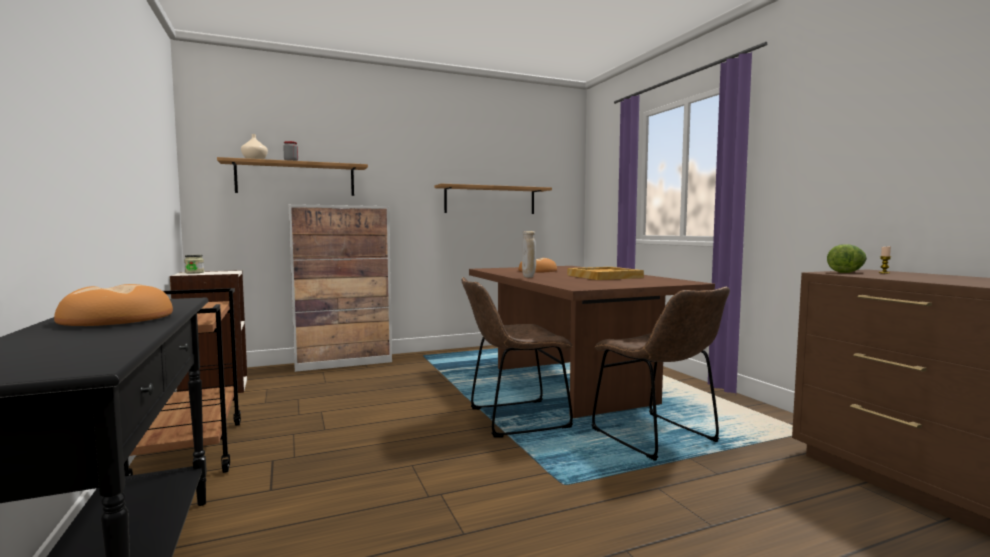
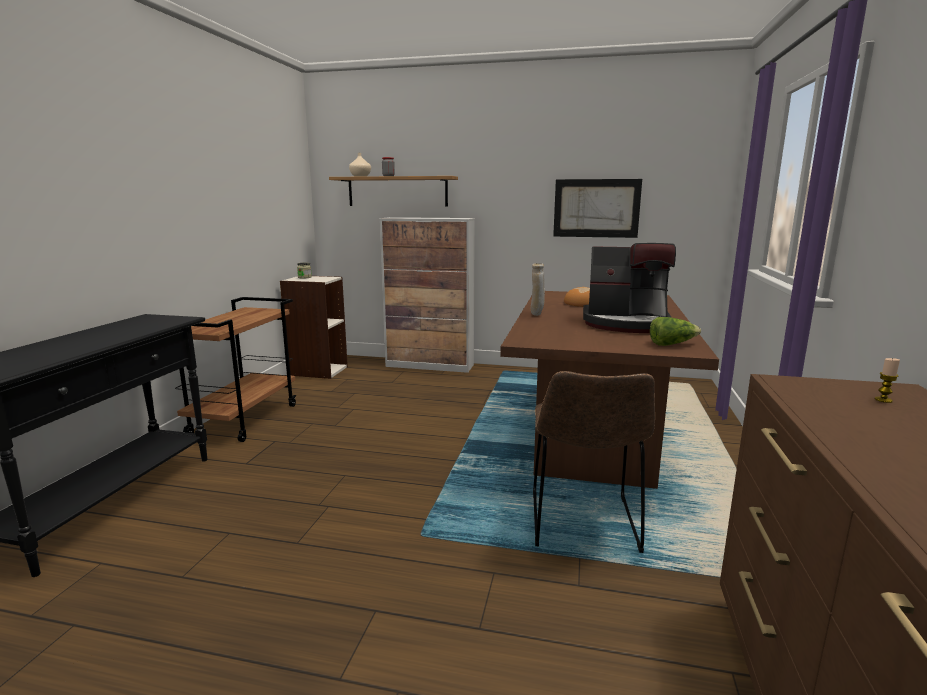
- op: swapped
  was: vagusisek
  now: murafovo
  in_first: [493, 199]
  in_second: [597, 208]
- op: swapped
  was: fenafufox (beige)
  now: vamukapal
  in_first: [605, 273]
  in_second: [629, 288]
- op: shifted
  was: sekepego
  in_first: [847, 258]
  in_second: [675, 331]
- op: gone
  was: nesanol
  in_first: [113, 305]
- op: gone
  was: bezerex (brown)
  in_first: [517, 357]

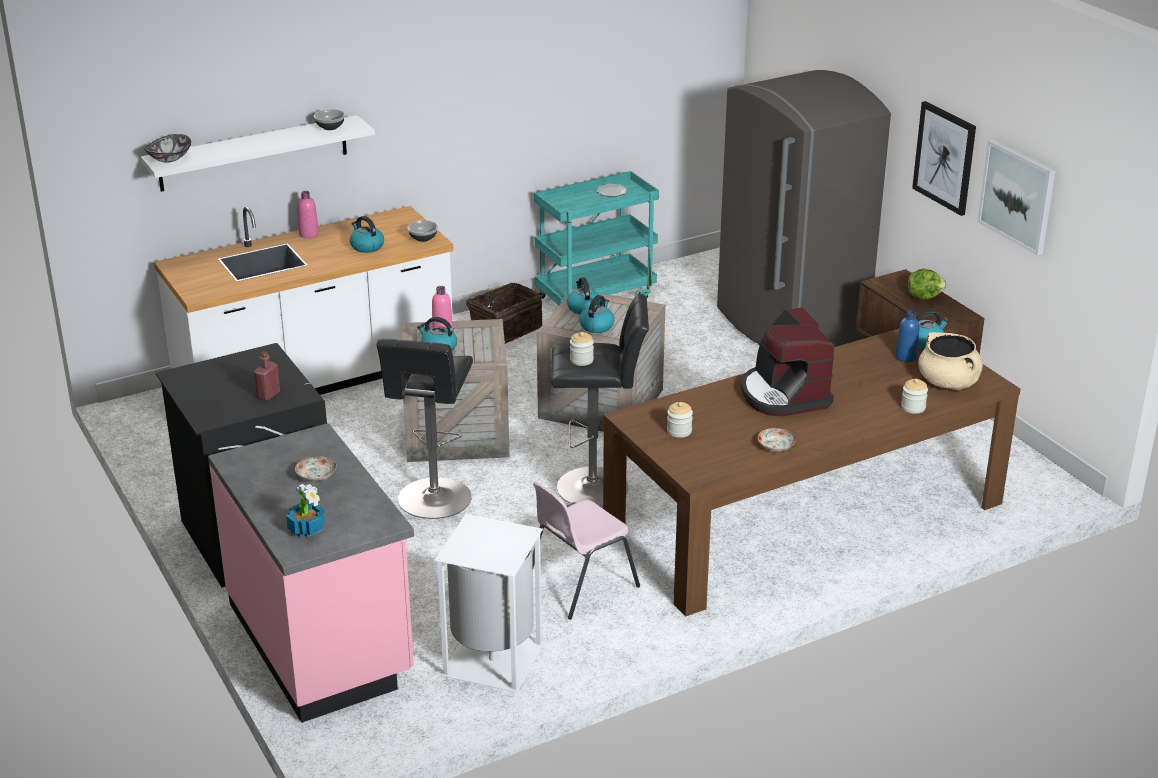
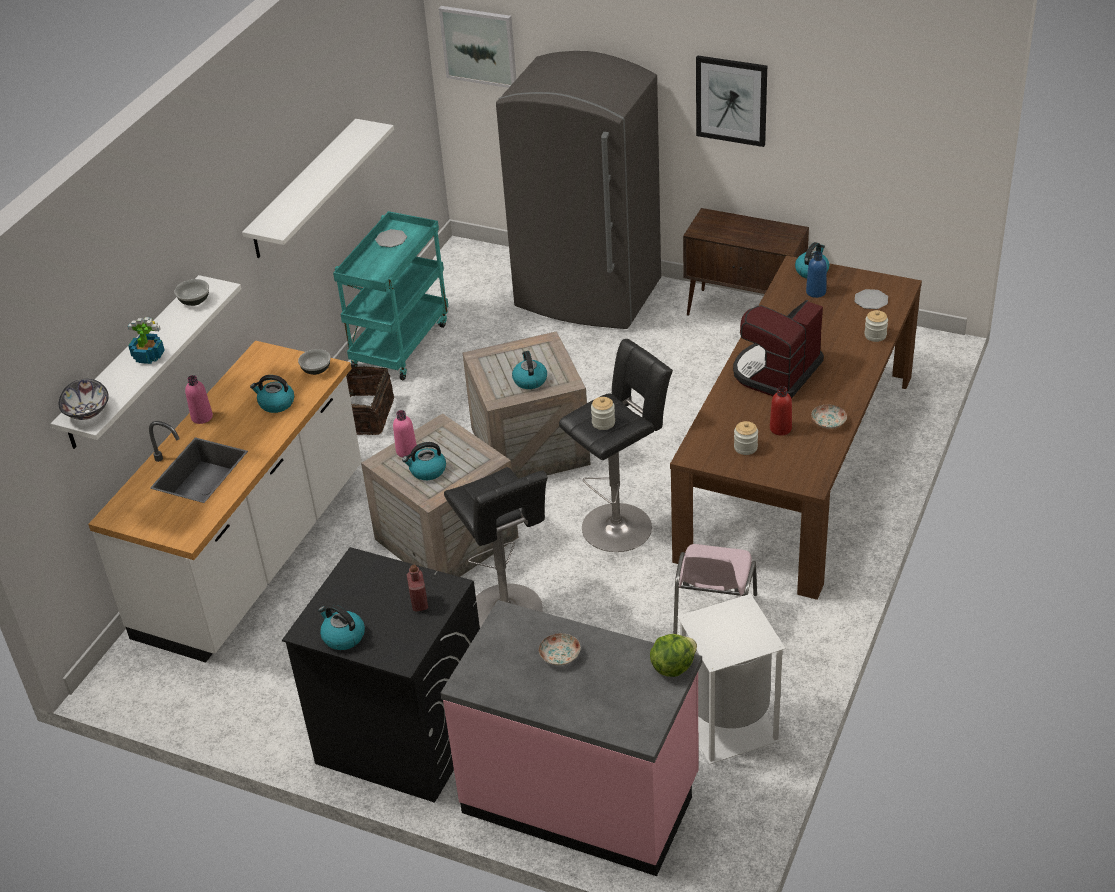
- op: shifted
  was: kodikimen
  in_first: [305, 510]
  in_second: [146, 340]
- op: new
  now: vagusisek (white)
  in_second: [318, 188]
- op: shifted
  was: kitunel
  in_first: [583, 295]
  in_second: [341, 627]
- op: shifted
  was: murafovo
  in_first: [1016, 197]
  in_second: [477, 47]
- op: shifted
  was: sekepego
  in_first: [927, 284]
  in_second: [673, 655]
- op: rotated
  was: vamukapal
  in_first: [787, 362]
  in_second: [778, 349]
  clockwise: 90
- op: new
  now: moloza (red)
  in_second: [781, 411]
- op: swapped
  was: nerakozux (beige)
  now: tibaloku
  in_first: [950, 361]
  in_second: [871, 299]

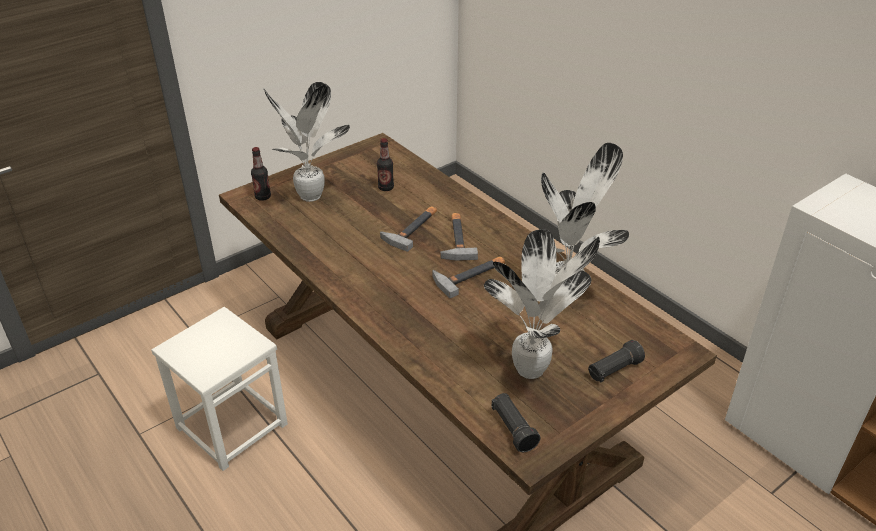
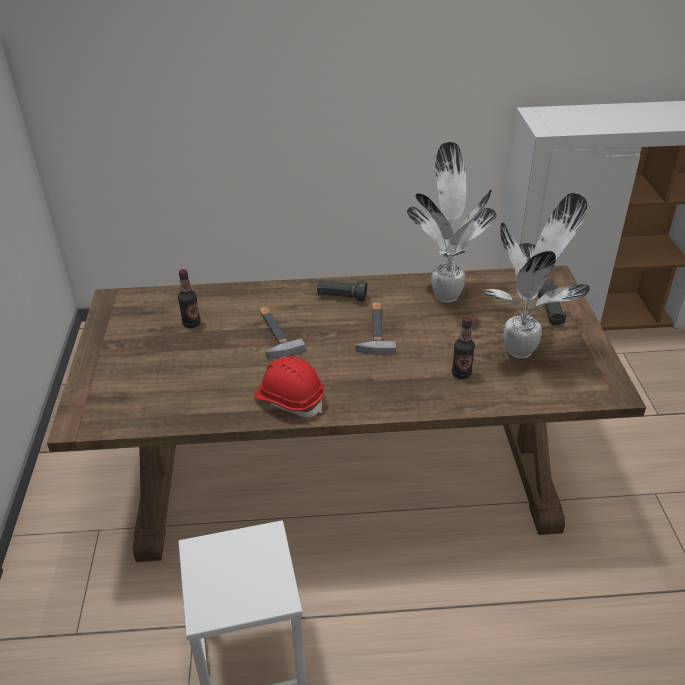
- op: new
  now: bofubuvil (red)
  in_second: [289, 386]
- op: shifted
  was: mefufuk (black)
  in_first: [515, 422]
  in_second: [342, 291]
- op: shifted
  was: moloza
  in_first: [261, 174]
  in_second: [463, 348]
- op: gone
  was: kodikimen
  in_first: [307, 142]
- op: gone
  was: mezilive
  in_first: [459, 237]

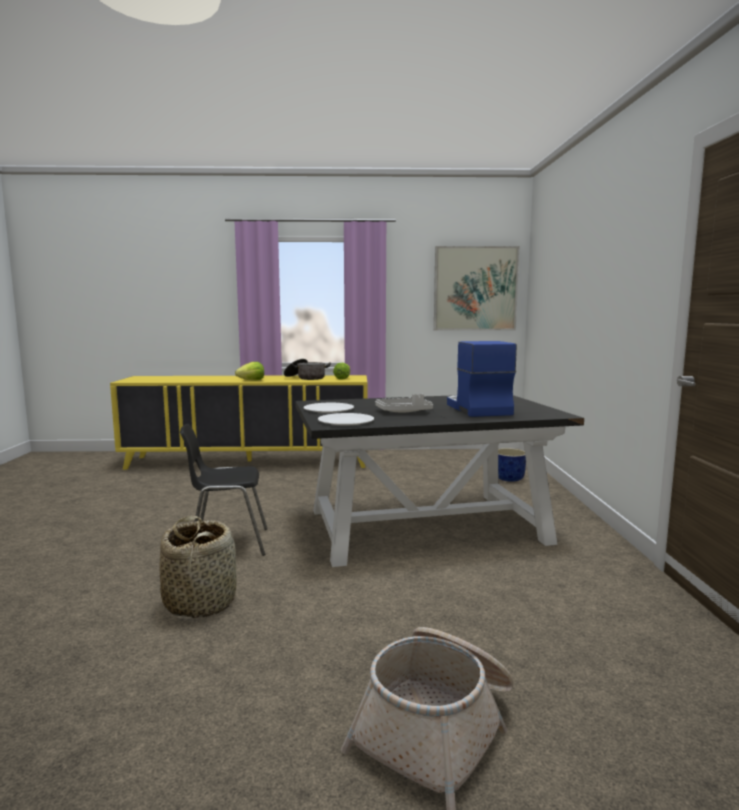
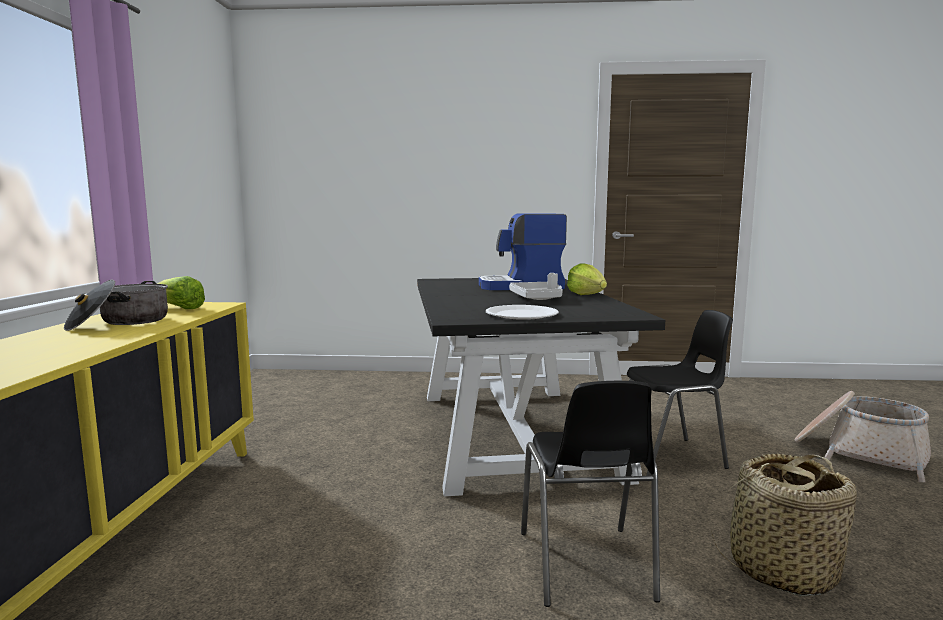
- op: shifted
  was: sekepego
  in_first: [249, 371]
  in_second: [587, 279]
- op: new
  now: bezerex (black)
  in_second: [680, 393]
- op: gone
  was: tibaloku (white)
  in_first: [346, 419]
- op: gone
  was: murafovo
  in_first: [477, 288]
- op: gone
  was: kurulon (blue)
  in_first: [512, 465]

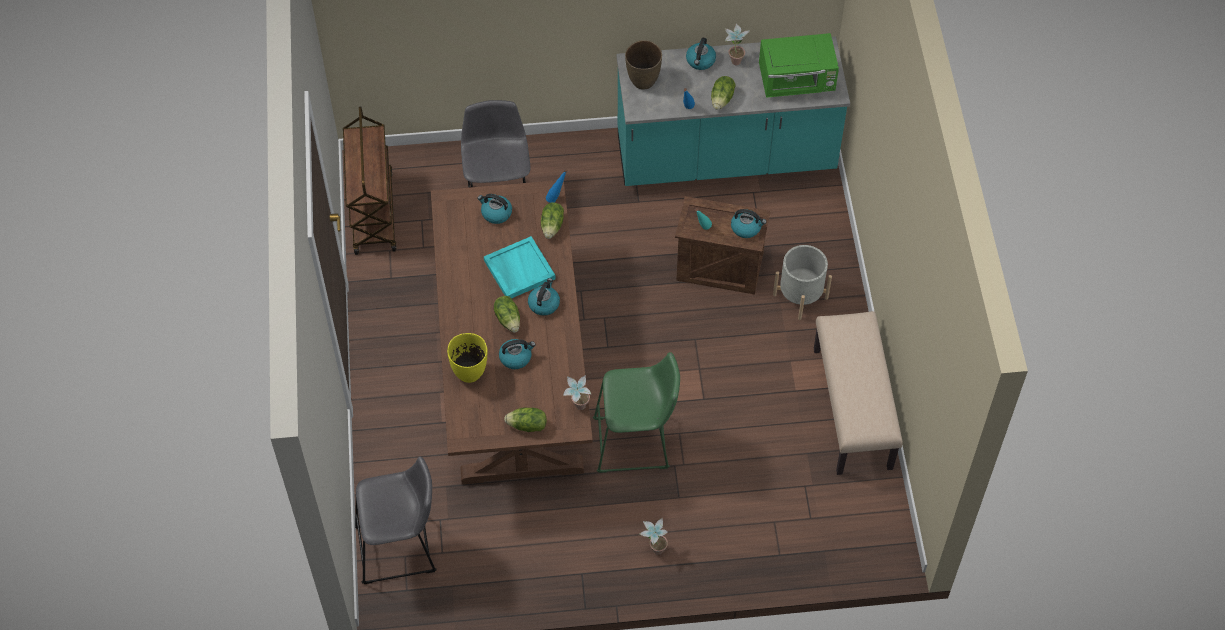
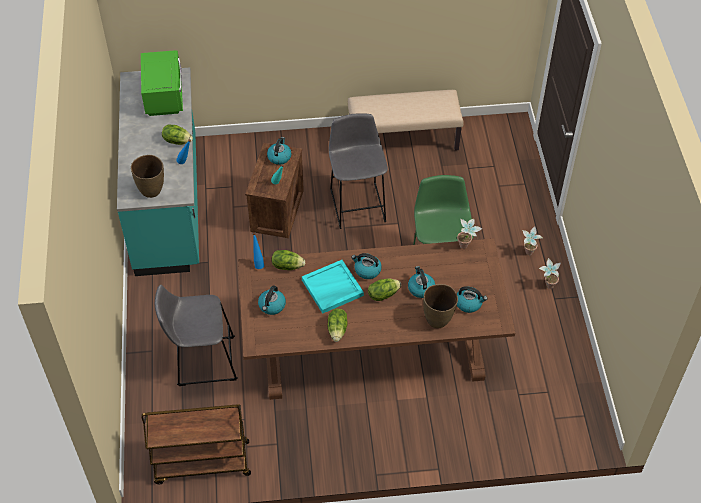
- op: shifted
  was: sekepego
  in_first: [525, 420]
  in_second: [338, 325]
- op: shifted
  was: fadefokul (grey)
  in_first: [395, 520]
  in_second: [358, 171]
- op: repainted
  was: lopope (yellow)
  now: lopope (brown)
  in_first: [467, 358]
  in_second: [440, 306]
- op: shifted
  was: kitunel
  in_first: [701, 53]
  in_second: [472, 299]
- op: shifted
  was: kodikimen
  in_first: [737, 44]
  in_second: [550, 273]
- op: gone
  was: kurulon (grey)
  in_first: [802, 282]

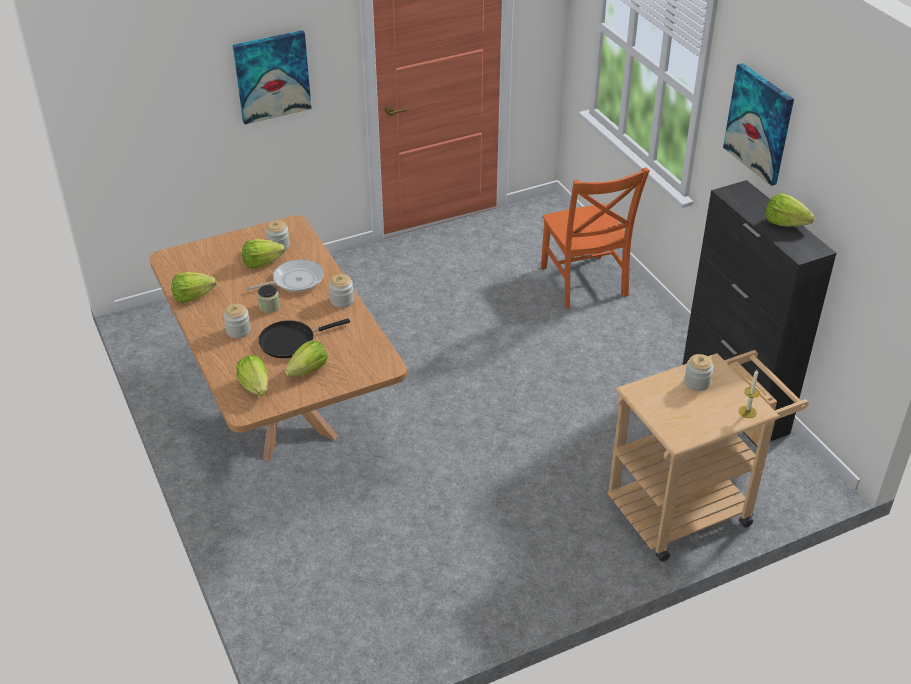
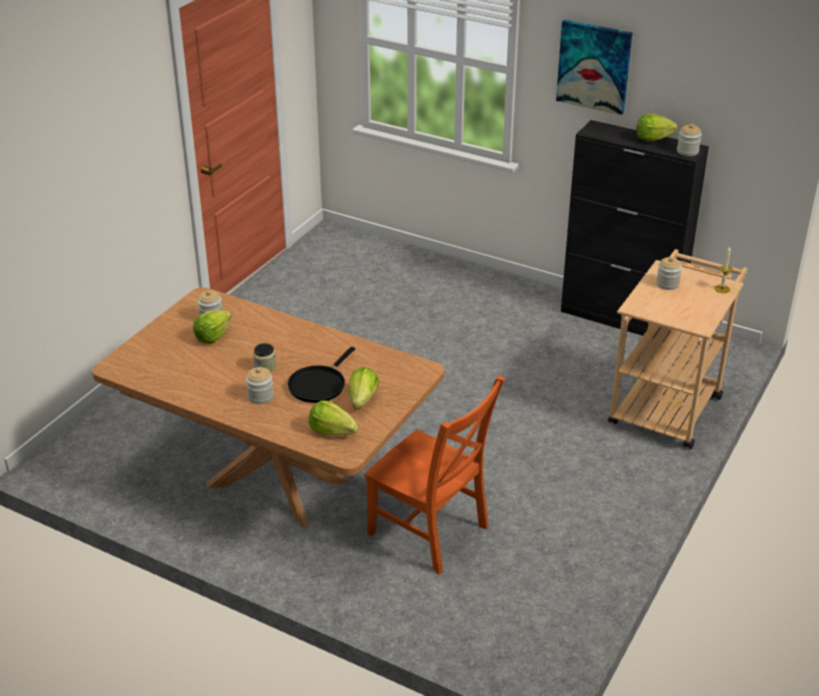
- op: shifted
  was: bezerex (orange)
  in_first: [595, 238]
  in_second: [435, 475]
- op: shifted
  was: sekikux
  in_first: [341, 291]
  in_second: [689, 140]
- op: gone
  was: sekepego
  in_first: [194, 287]
- op: gone
  was: murafovo
  in_first: [272, 77]
- op: gone
  was: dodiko
  in_first: [285, 275]

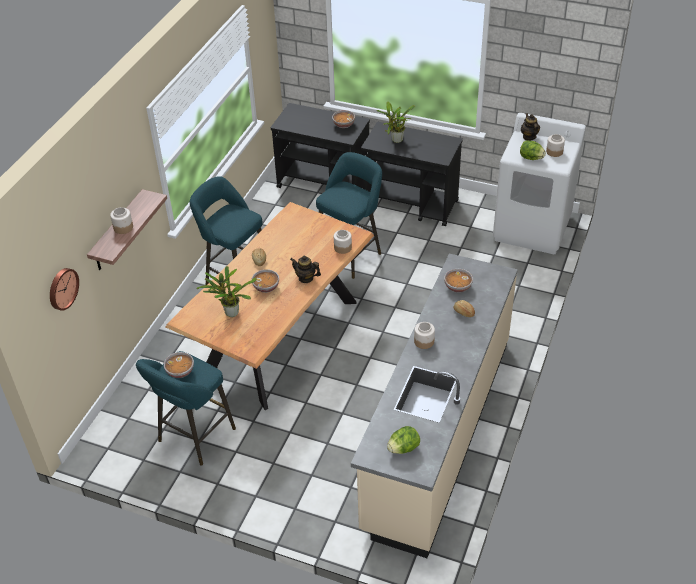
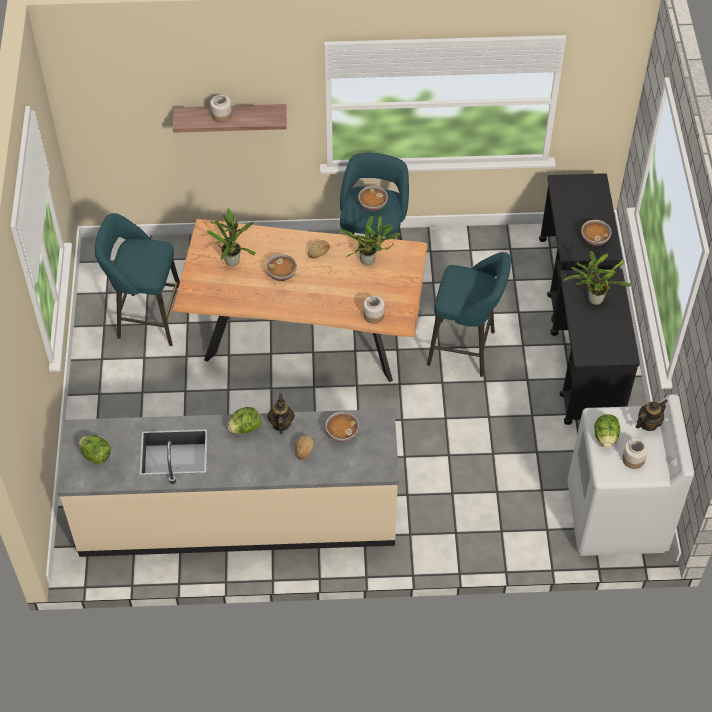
- op: swapped
  was: sekikux
  now: sekepego
  in_first: [424, 335]
  in_second: [244, 420]
- op: shifted
  was: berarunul
  in_first: [305, 269]
  in_second: [281, 414]
- op: new
  now: kodikimen
  in_second: [370, 240]
- op: shifted
  was: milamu
  in_first: [179, 365]
  in_second: [373, 198]
- op: gone
  was: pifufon
  in_first: [64, 289]

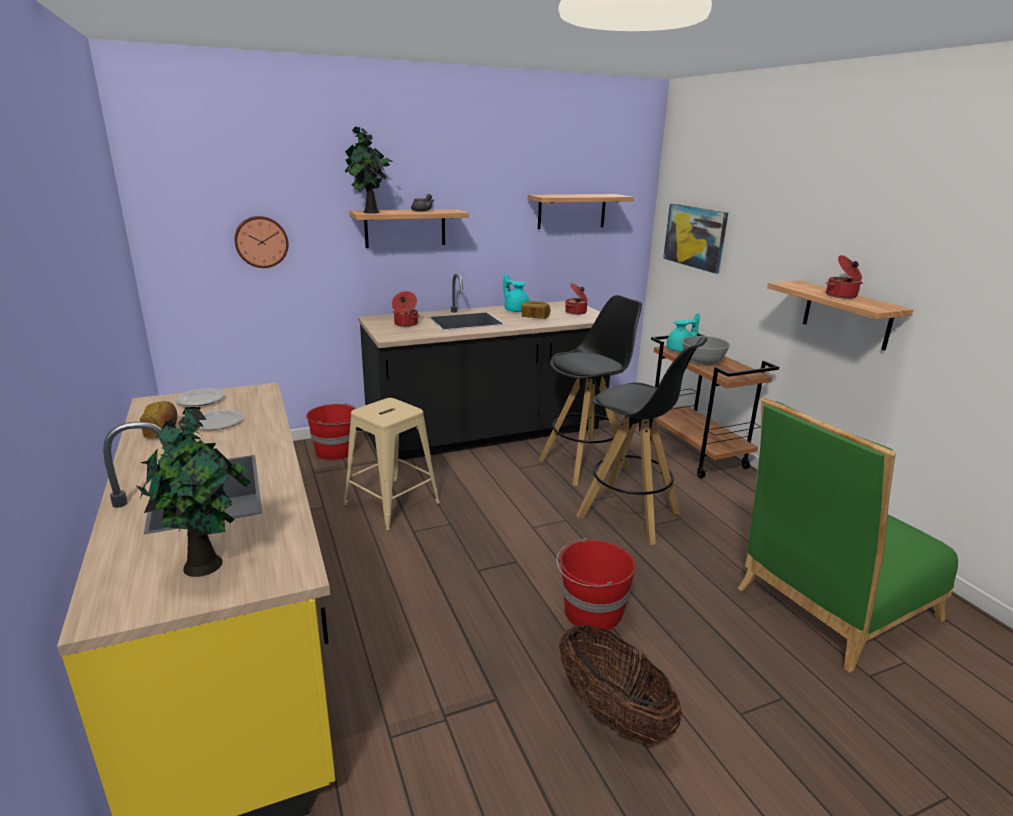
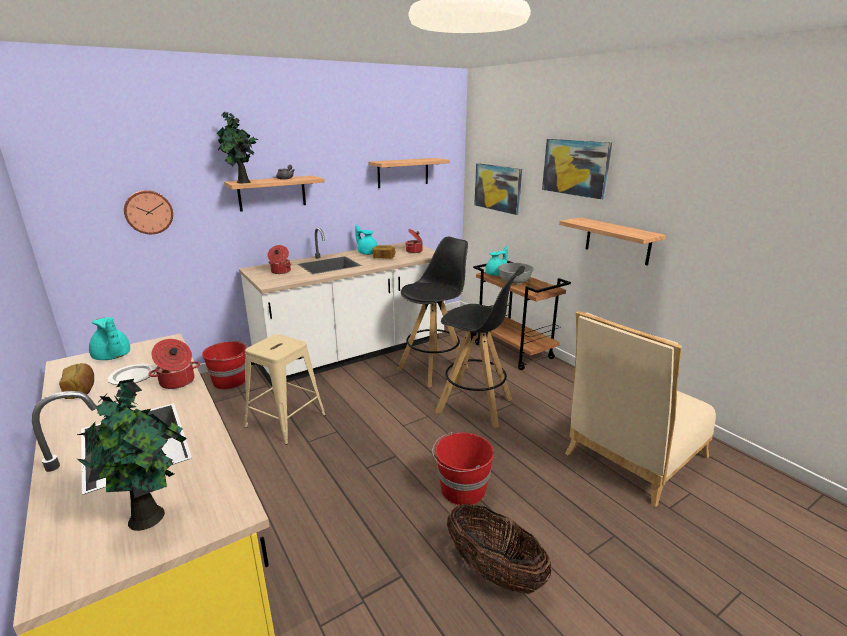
- op: swapped
  was: tibaloku
  now: berarunul (turquoise)
  in_first: [200, 397]
  in_second: [109, 338]
- op: shifted
  was: nerakozux
  in_first: [844, 277]
  in_second: [174, 364]
- op: repainted
  was: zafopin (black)
  now: zafopin (white)
  in_first: [484, 367]
  in_second: [342, 306]
- op: new
  now: murafovo
  in_second: [577, 169]
- op: repainted
  was: bezerex (green)
  now: bezerex (beige)
  in_first: [848, 535]
  in_second: [640, 409]

